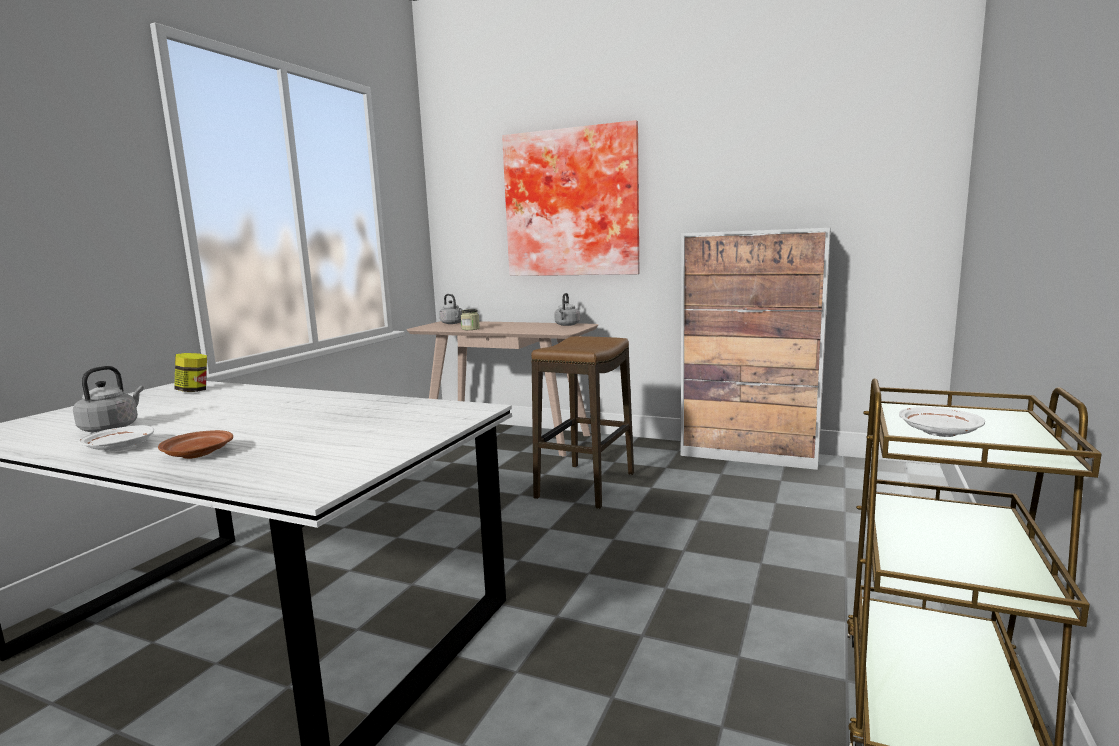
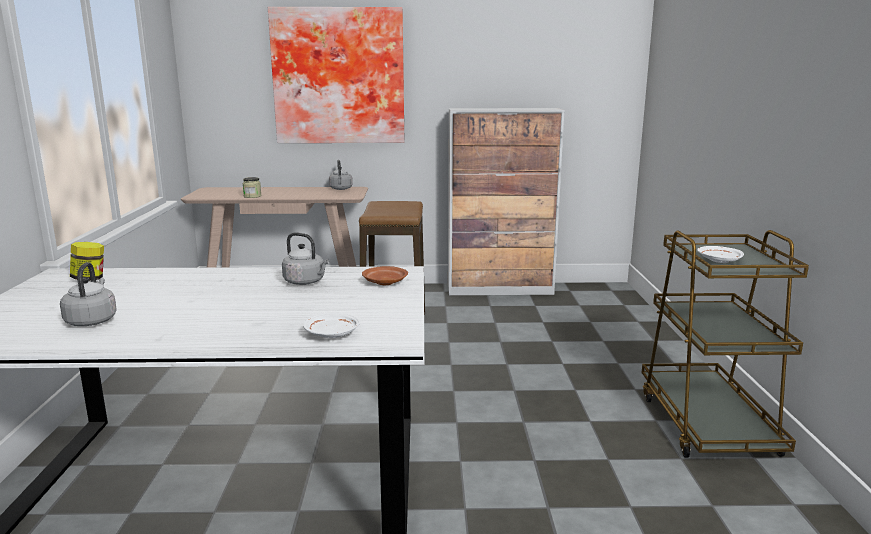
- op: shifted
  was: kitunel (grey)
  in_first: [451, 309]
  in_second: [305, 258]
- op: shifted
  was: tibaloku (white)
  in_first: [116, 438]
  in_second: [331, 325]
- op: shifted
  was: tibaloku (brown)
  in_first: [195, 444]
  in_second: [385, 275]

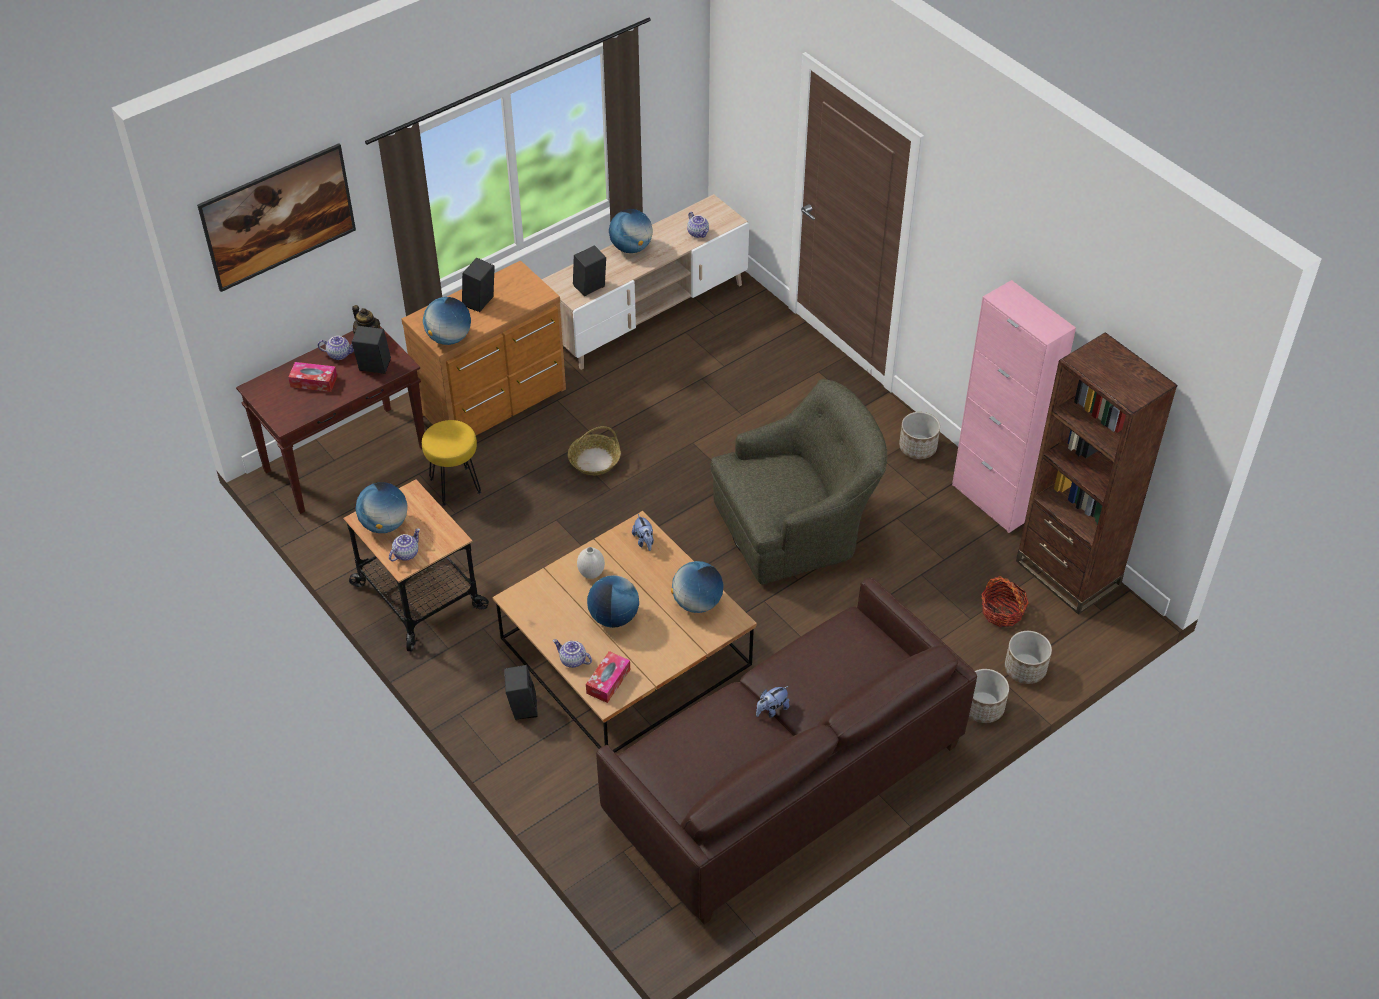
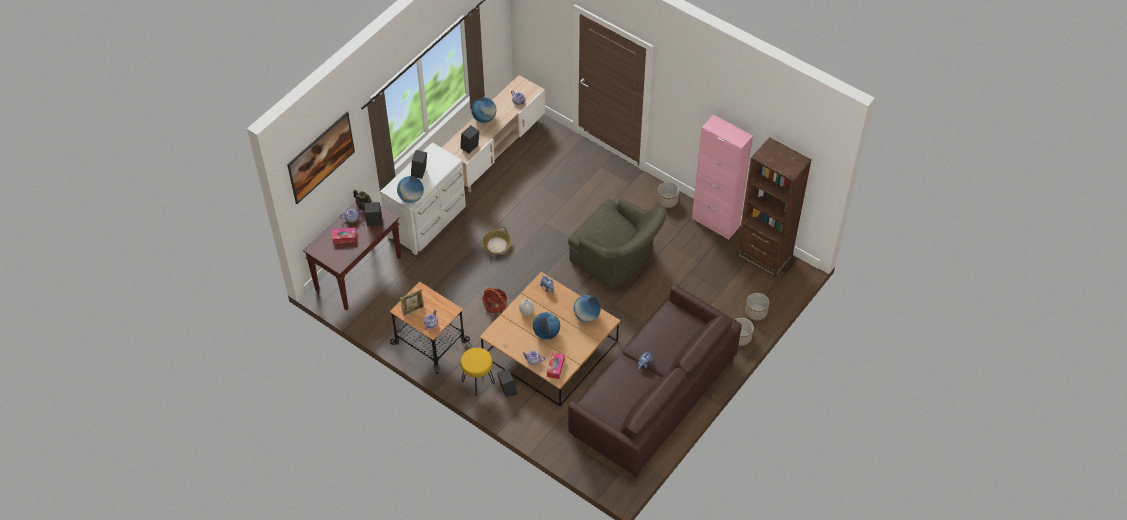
- op: repainted
  was: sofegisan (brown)
  now: sofegisan (white)
  in_first: [483, 348]
  in_second: [423, 198]
- op: swapped
  was: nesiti
  now: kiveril
  in_first: [381, 507]
  in_second: [412, 302]
- op: shifted
  was: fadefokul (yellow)
  in_first: [451, 463]
  in_second: [478, 372]
- op: shifted
  was: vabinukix
  in_first: [1005, 601]
  in_second: [494, 300]
- op: rotated
  was: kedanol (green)
  in_first: [799, 481]
  in_second: [617, 243]
  clockwise: 75

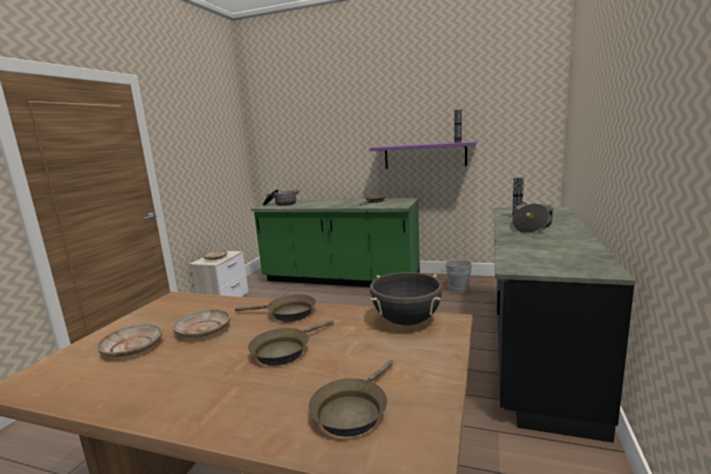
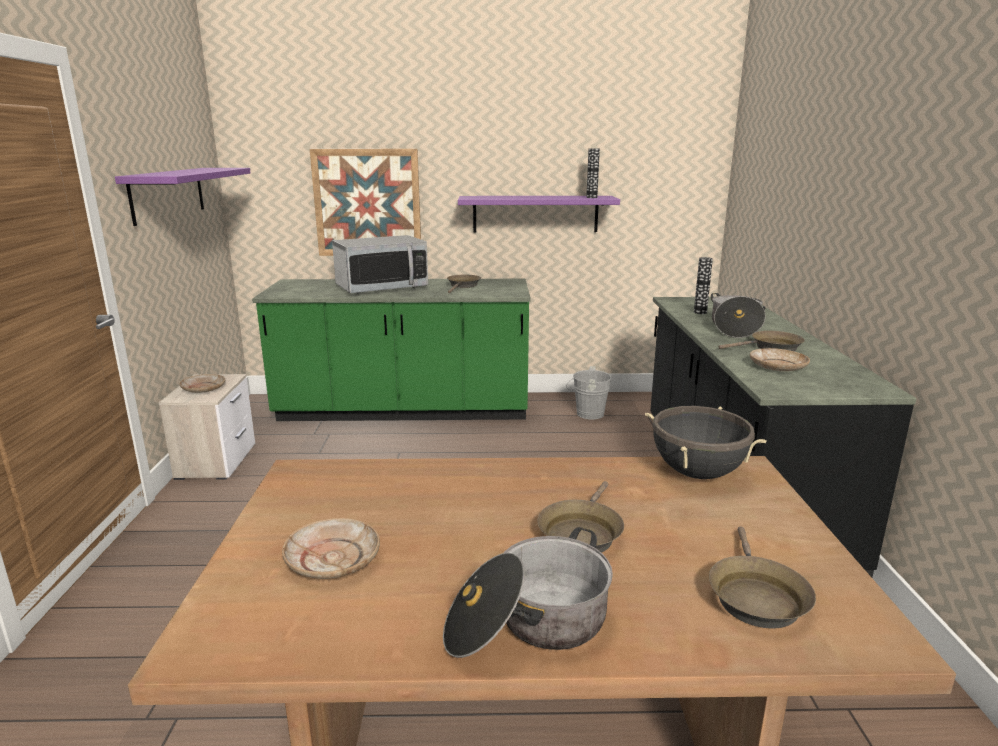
- op: new
  now: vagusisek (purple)
  in_second: [182, 197]
- op: new
  now: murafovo
  in_second: [365, 202]
- op: new
  now: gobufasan
  in_second: [380, 264]
- op: shifted
  was: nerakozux
  in_first: [281, 197]
  in_second: [528, 592]
- op: shifted
  was: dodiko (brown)
  in_first: [275, 308]
  in_second: [761, 341]
- op: shifted
  was: tibaloku (beige)
  in_first: [201, 323]
  in_second: [780, 359]

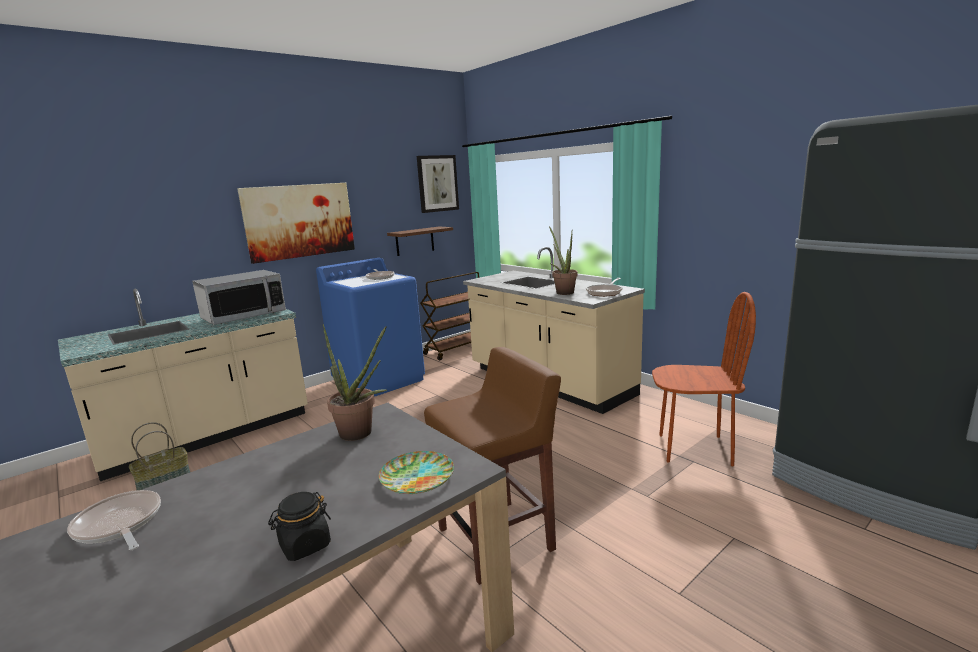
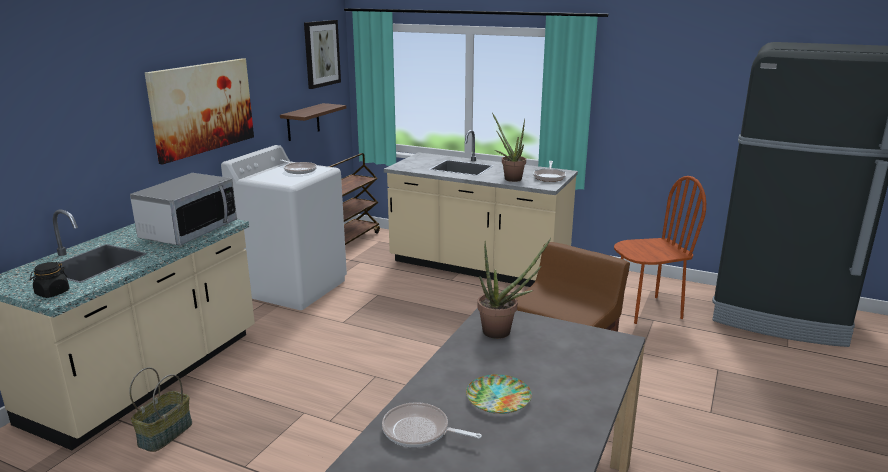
- op: shifted
  was: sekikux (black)
  in_first: [299, 526]
  in_second: [49, 280]
- op: repainted
  was: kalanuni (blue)
  now: kalanuni (white)
  in_first: [370, 327]
  in_second: [284, 227]
- op: shifted
  was: tibaloku
  in_first: [416, 472]
  in_second: [499, 394]

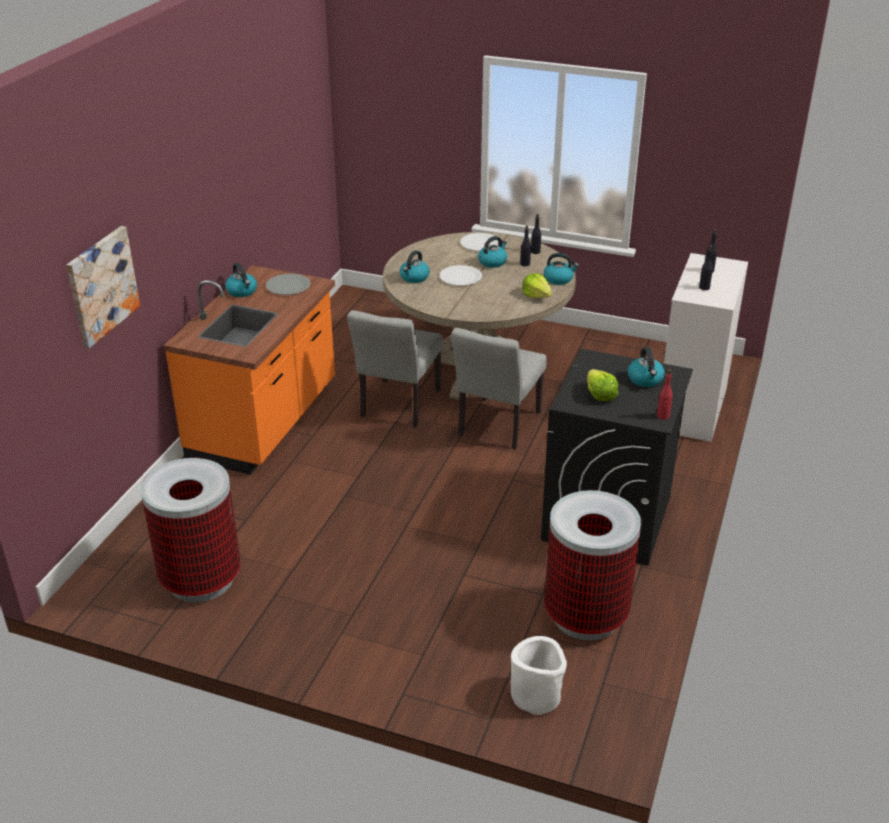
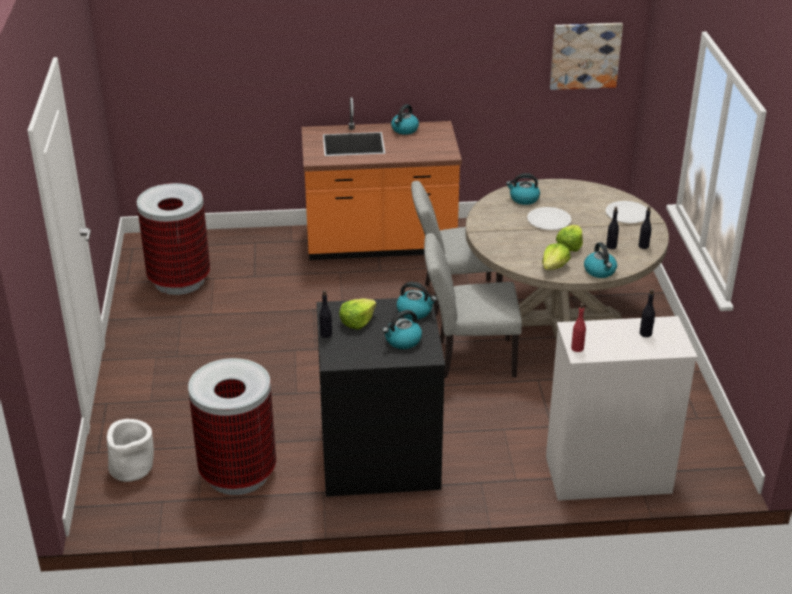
- op: shifted
  was: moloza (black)
  in_first: [706, 267]
  in_second: [325, 314]
- op: shifted
  was: kitunel
  in_first: [492, 252]
  in_second: [417, 300]
- op: shifted
  was: murafovo
  in_first: [103, 287]
  in_second: [586, 56]
- op: new
  now: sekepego
  in_second: [569, 238]
- op: shifted
  was: moloza (red)
  in_first: [665, 394]
  in_second: [578, 327]
- op: gone
  was: tibaloku (grey)
  in_first: [288, 284]

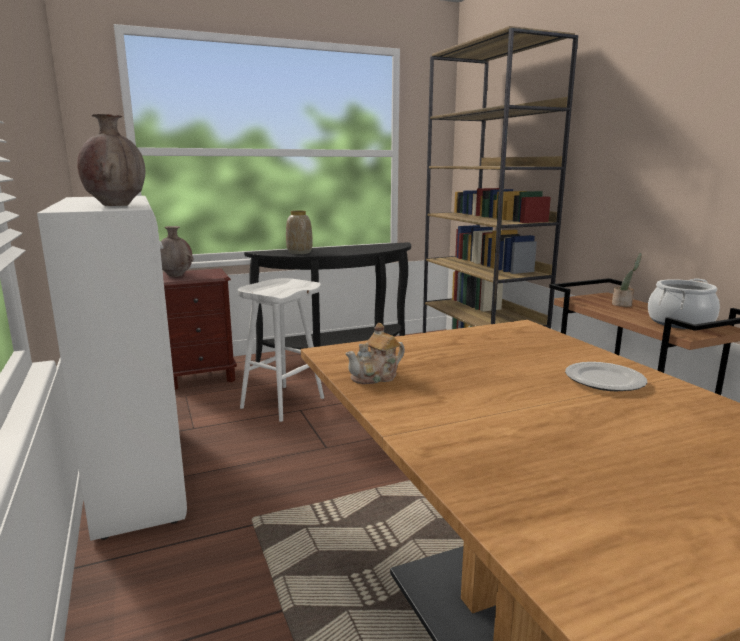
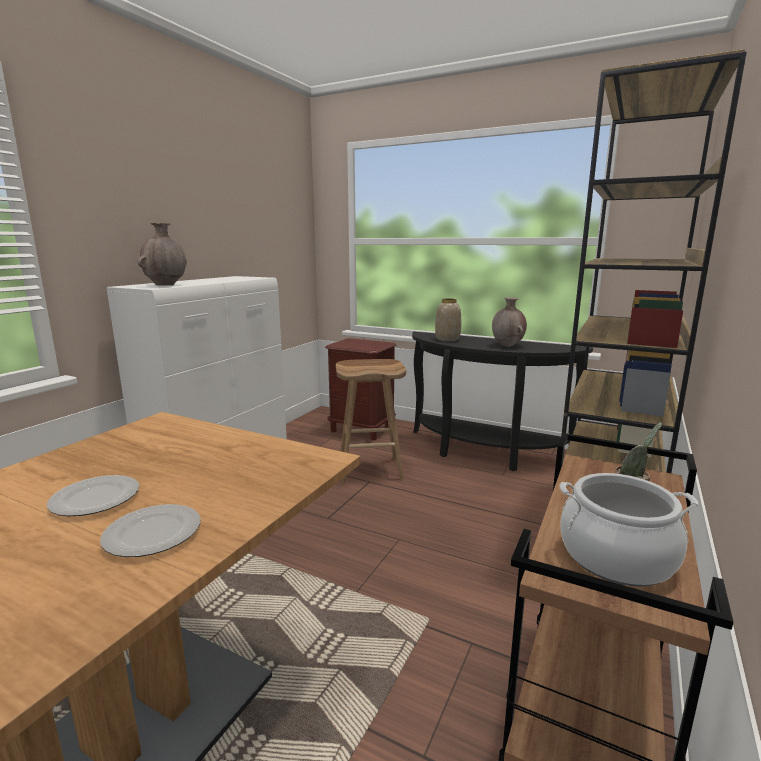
- op: new
  now: tibaloku
  in_second: [93, 495]
- op: repainted
  was: fadefokul (white)
  now: fadefokul (brown)
  in_first: [281, 350]
  in_second: [371, 421]
- op: shifted
  was: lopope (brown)
  in_first: [176, 251]
  in_second: [509, 322]
- op: gone
  was: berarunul
  in_first: [375, 353]

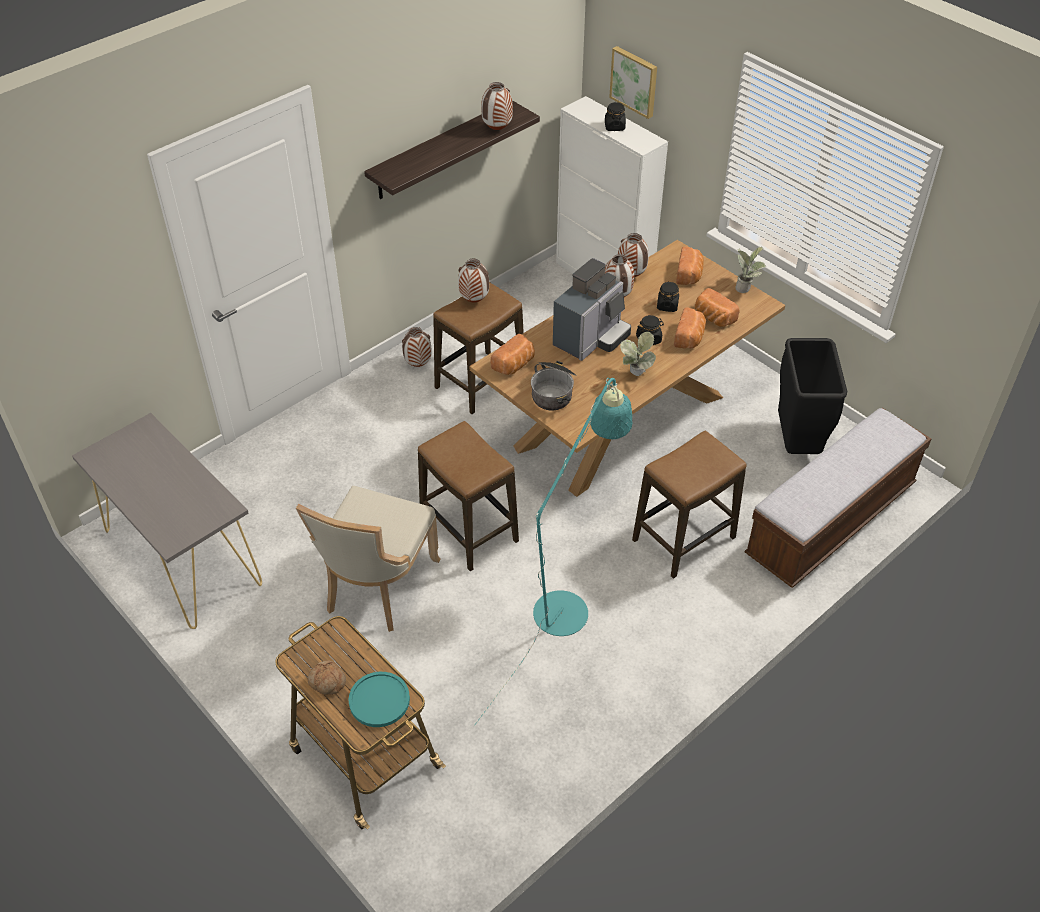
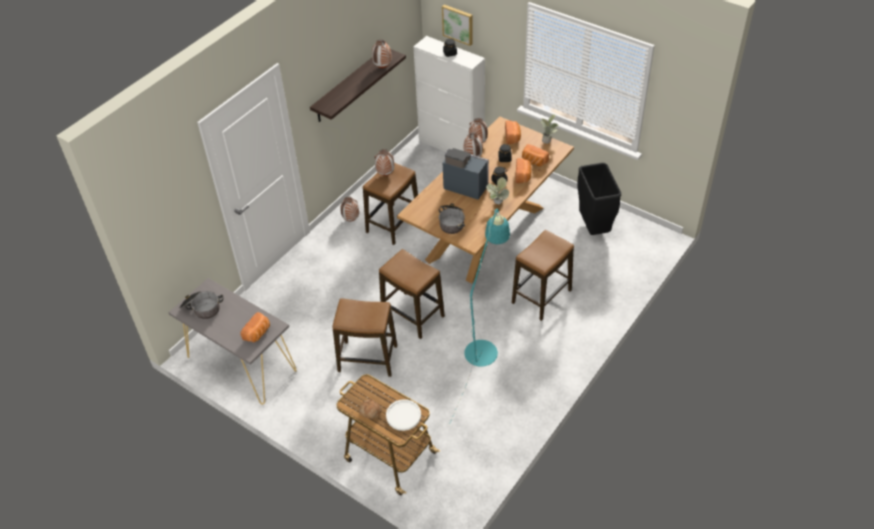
- op: new
  now: nerakozux
  in_second: [201, 305]
- op: shifted
  was: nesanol
  in_first: [512, 354]
  in_second: [255, 327]
- op: swapped
  was: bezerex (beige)
  now: fadefokul
  in_first: [368, 559]
  in_second: [364, 337]
- op: repainted
  was: tibaloku (turquoise)
  now: tibaloku (white)
  in_first: [379, 699]
  in_second: [403, 415]
- op: rotated
  was: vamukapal
  in_first: [592, 309]
  in_second: [466, 174]
  clockwise: -90
- op: gone
  was: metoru
  in_first: [838, 498]

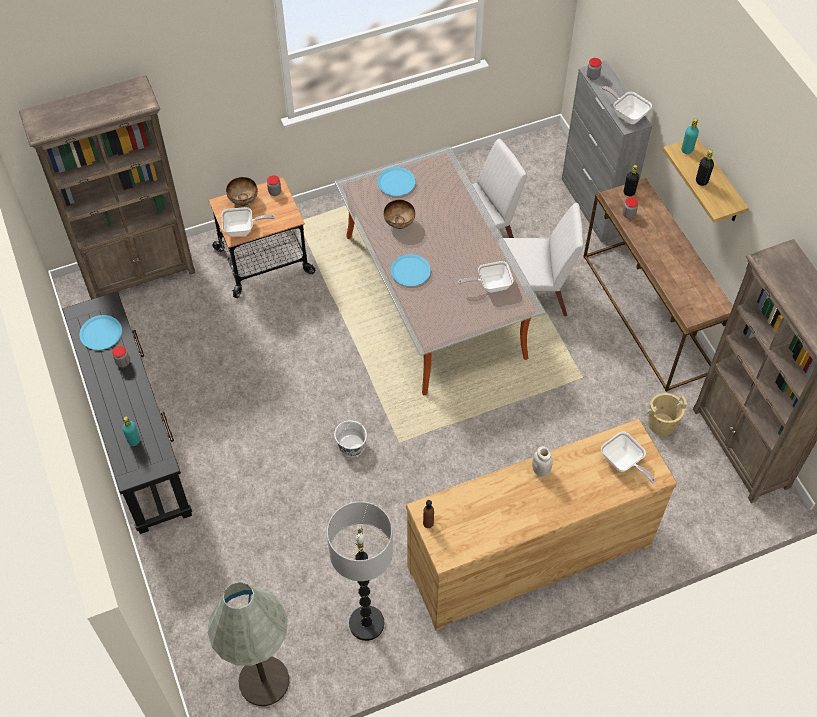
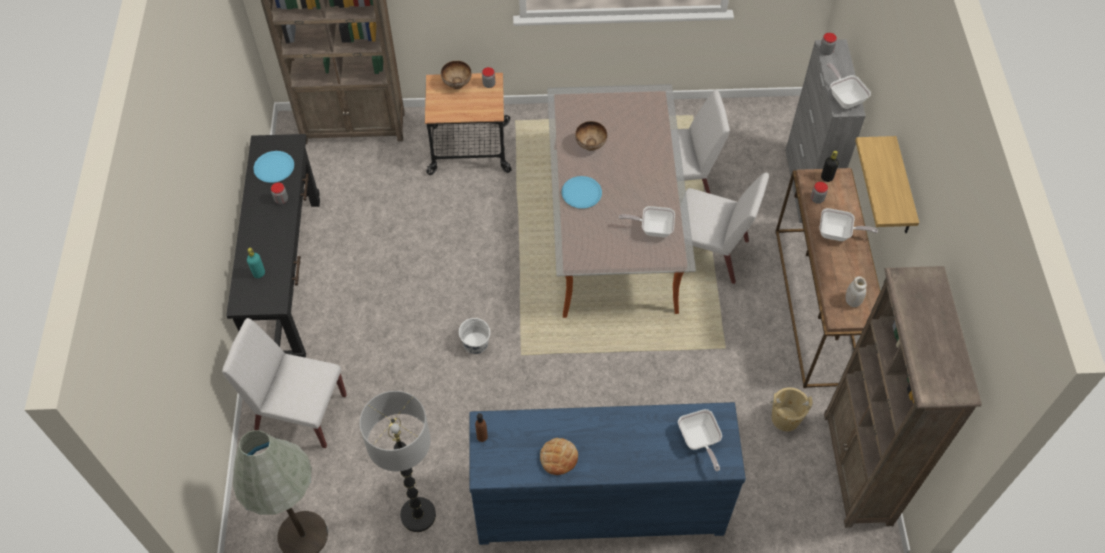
- op: new
  now: bezerex (white)
  in_second: [284, 383]
- op: repainted
  was: sofegisan (brown)
  now: sofegisan (blue)
  in_first: [541, 525]
  in_second: [607, 473]
- op: new
  now: nesanol
  in_second: [559, 456]
- op: shifted
  was: dodiko
  in_first: [248, 221]
  in_second: [848, 224]
- op: shifted
  was: sekikux (white)
  in_first: [542, 461]
  in_second: [856, 291]
- op: gone
  was: tibaloku (blue)
  in_first: [396, 181]
- op: gone
  was: moloza (turquoise)
  in_first: [690, 136]
- op: gone
  was: moloza (black)
  in_first: [705, 168]

